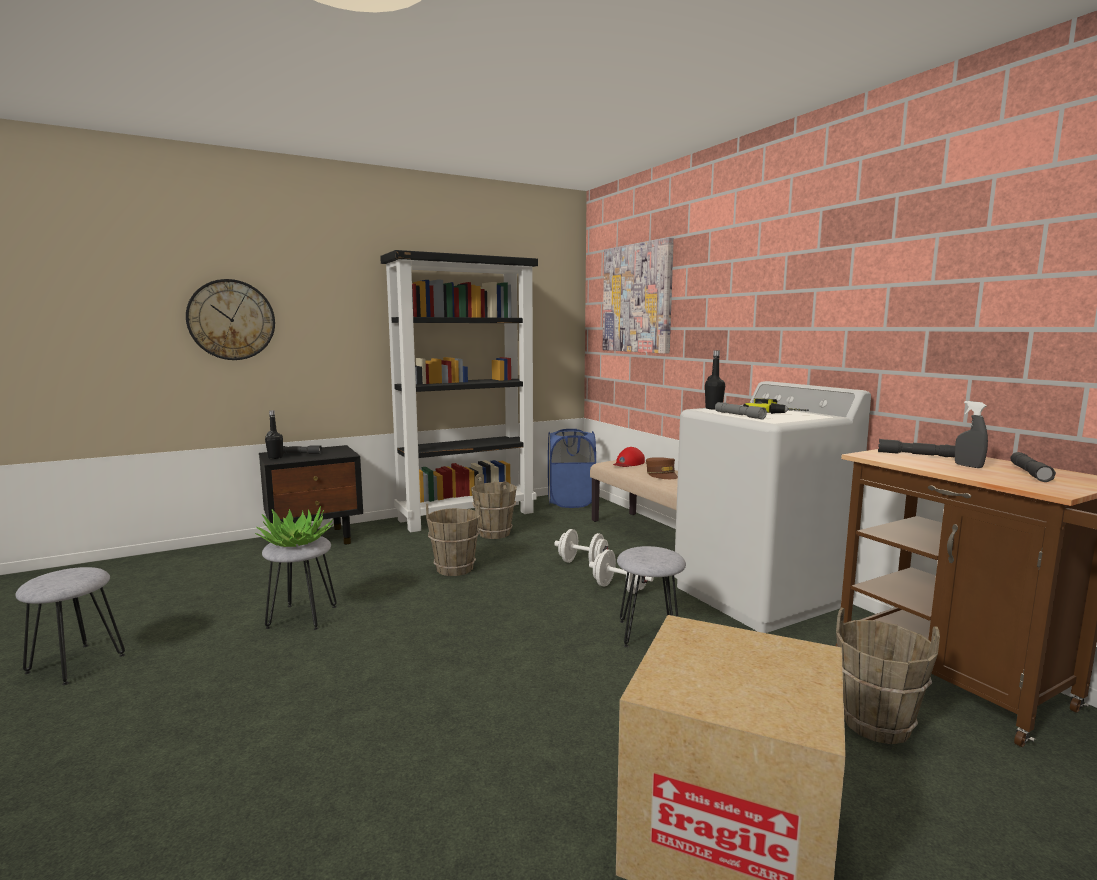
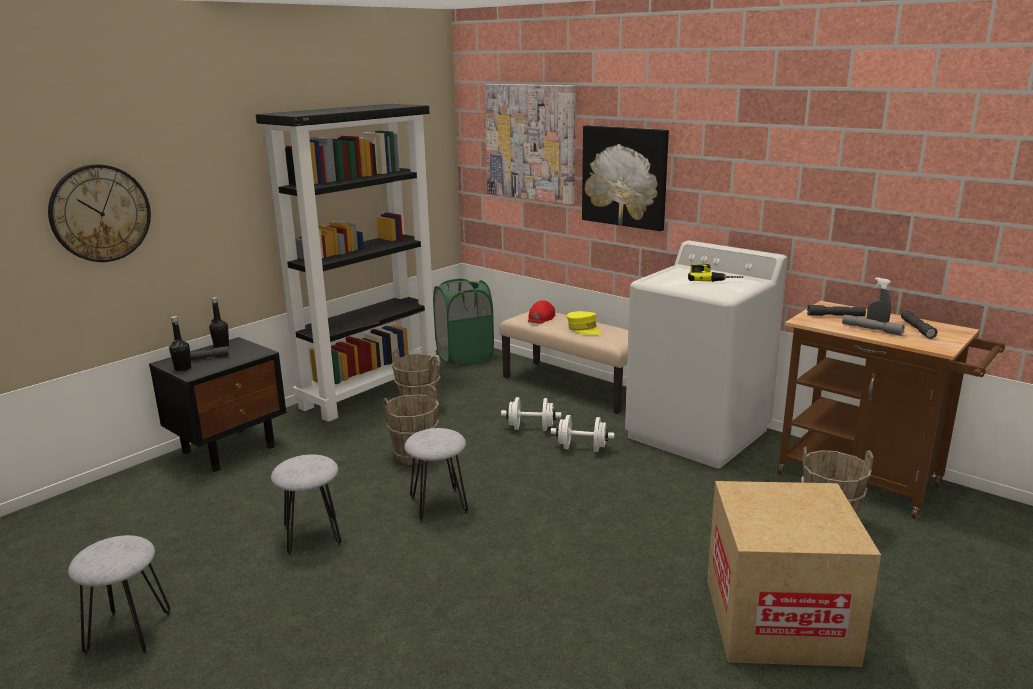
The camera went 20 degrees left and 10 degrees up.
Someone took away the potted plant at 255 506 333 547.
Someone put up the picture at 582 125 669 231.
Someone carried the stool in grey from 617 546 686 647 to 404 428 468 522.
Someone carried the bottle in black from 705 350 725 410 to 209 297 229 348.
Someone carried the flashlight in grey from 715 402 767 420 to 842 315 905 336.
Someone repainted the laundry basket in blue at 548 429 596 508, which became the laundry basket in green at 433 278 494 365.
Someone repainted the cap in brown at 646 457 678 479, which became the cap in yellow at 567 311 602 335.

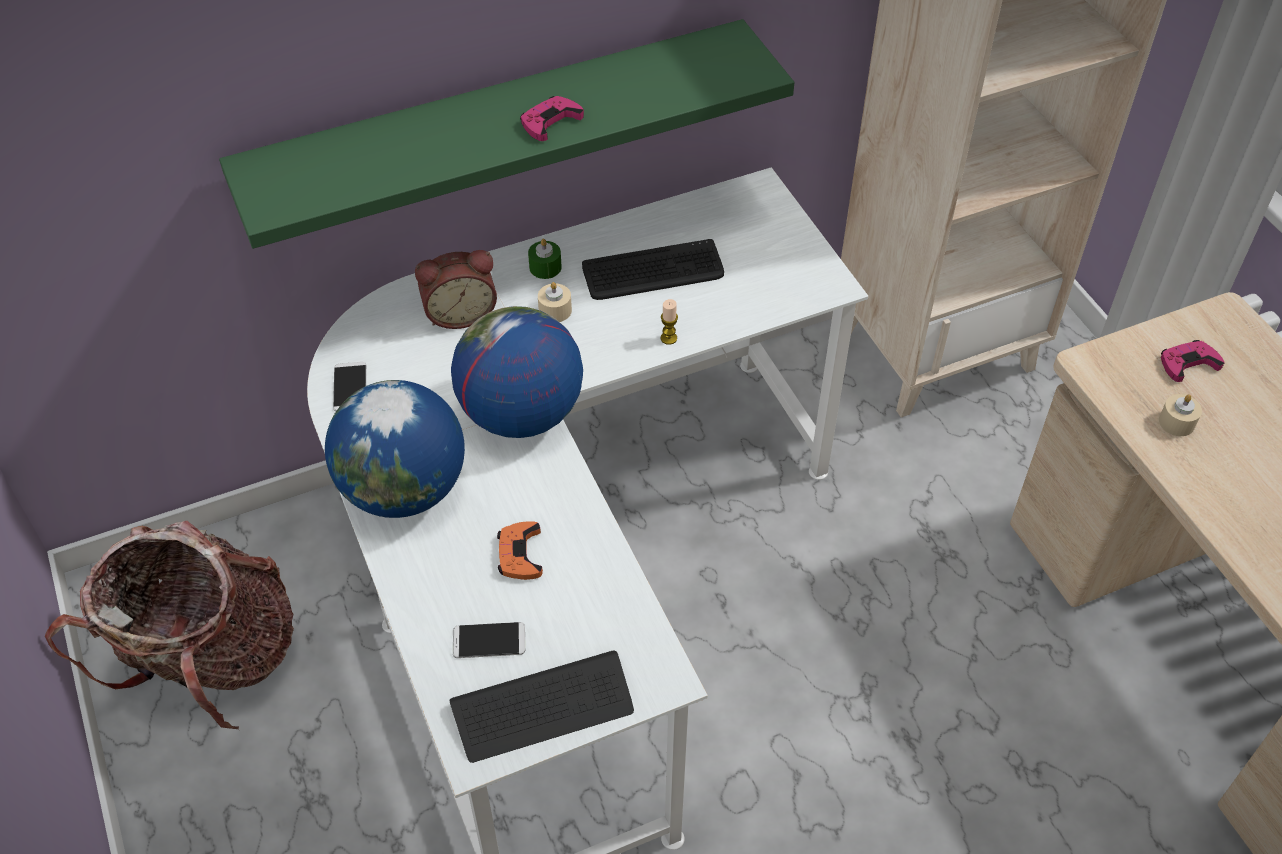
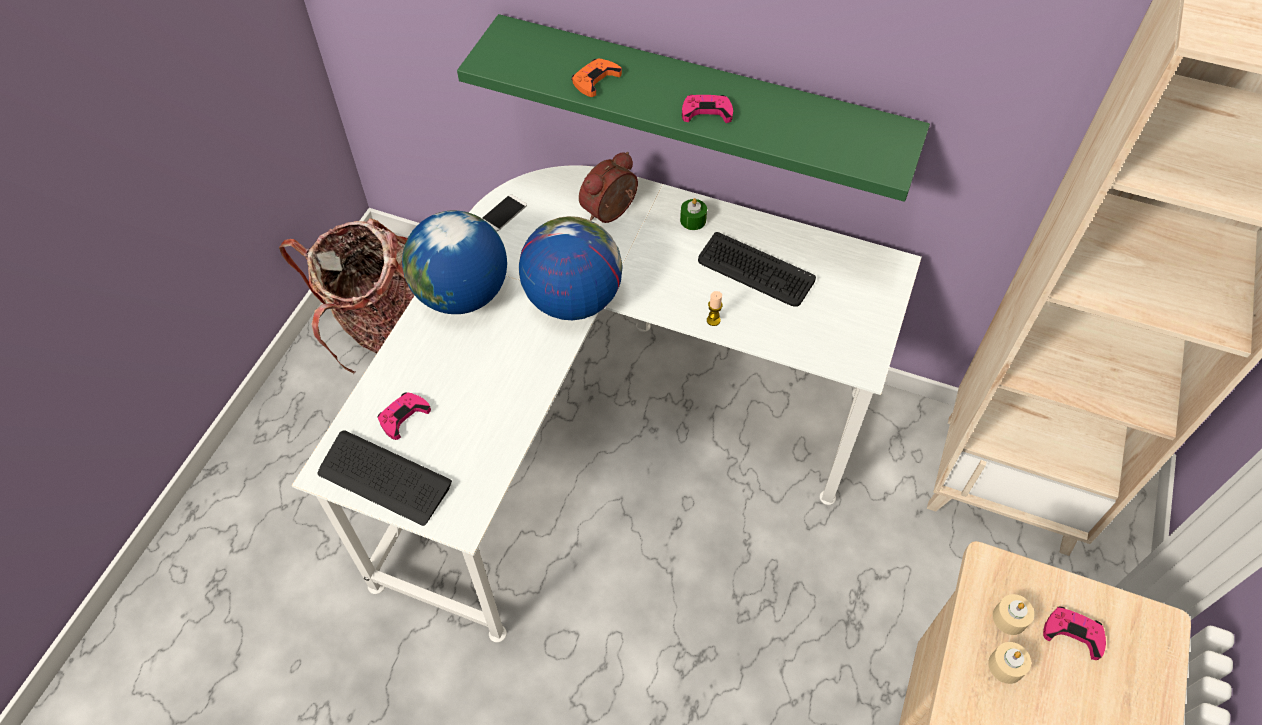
The camera went 45 degrees right and 5 degrees up.
Someone carried the game controller in orange from 497 521 543 580 to 572 58 622 97.
Someone carried the candle in beige from 538 282 572 322 to 993 594 1034 635.
Someone swapped the phone at 453 622 525 658 for the game controller in pink at 377 392 431 440.
Someone rotated the alarm clock at 415 250 497 329 by 105 degrees clockwise.

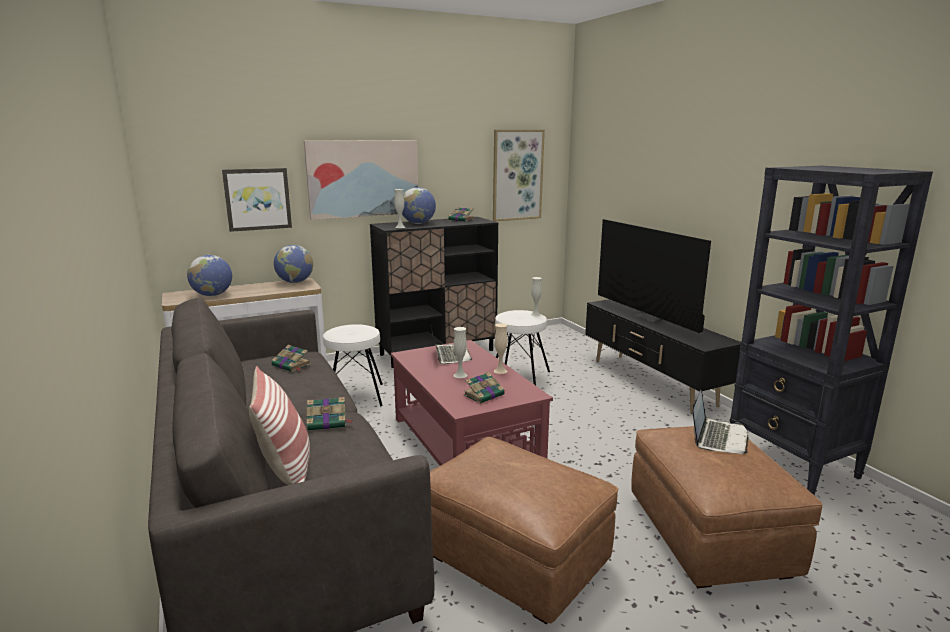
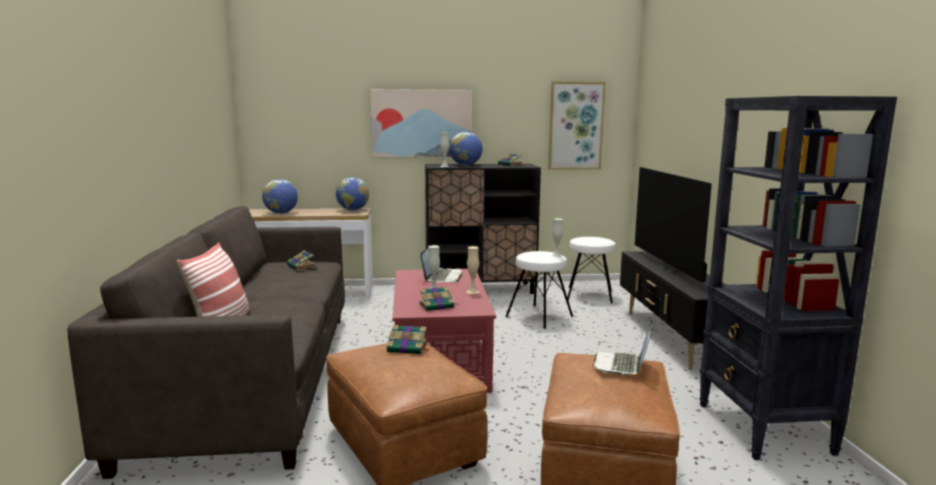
The camera went 20 degrees right and 5 degrees down.
Someone took away the picture at 222 168 292 232.
Someone carried the book from 307 397 353 431 to 387 325 430 354.
Someone carried the stool in white from 323 324 383 406 to 567 237 615 303.
Someone rotated the laptop at 693 390 749 454 by 150 degrees clockwise.

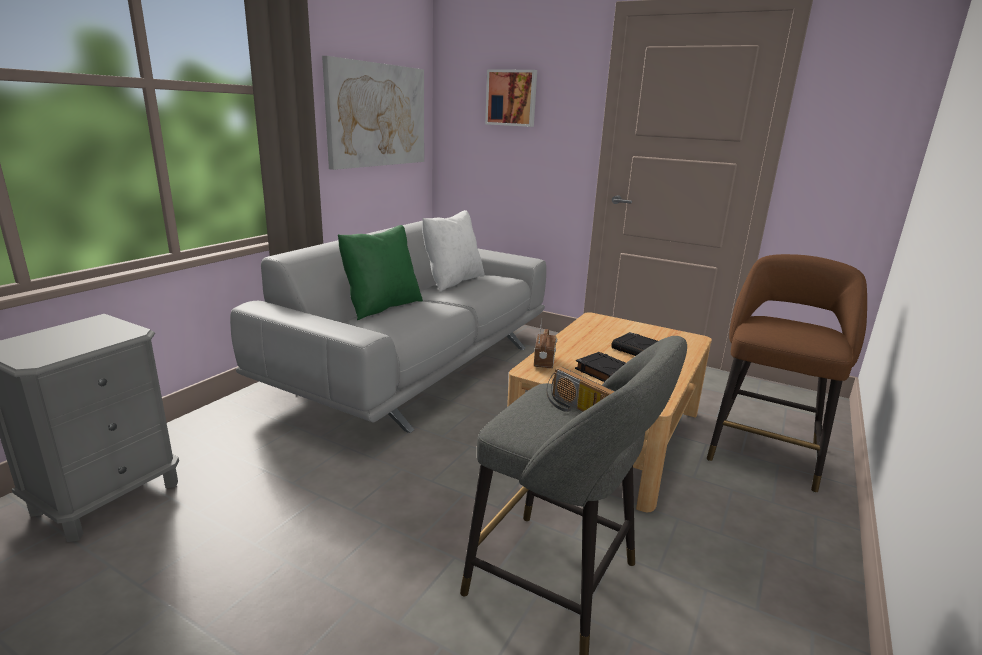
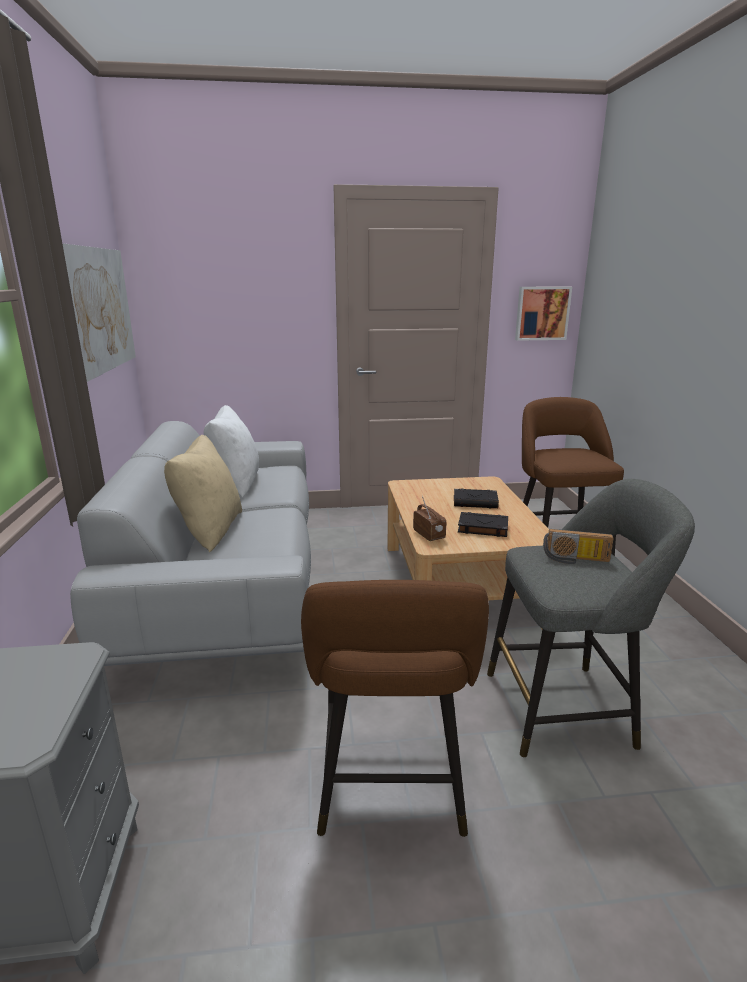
The camera went 35 degrees left and 0 degrees up.
Someone put down the stool in brown at 301 580 489 837.
Someone carried the picture from 485 69 537 127 to 515 287 572 341.
Someone repainted the pillow in green at 338 225 423 320, which became the pillow in beige at 164 435 242 552.

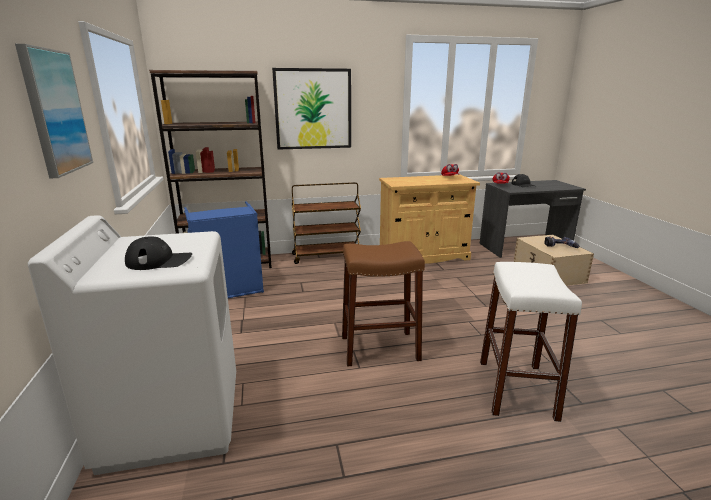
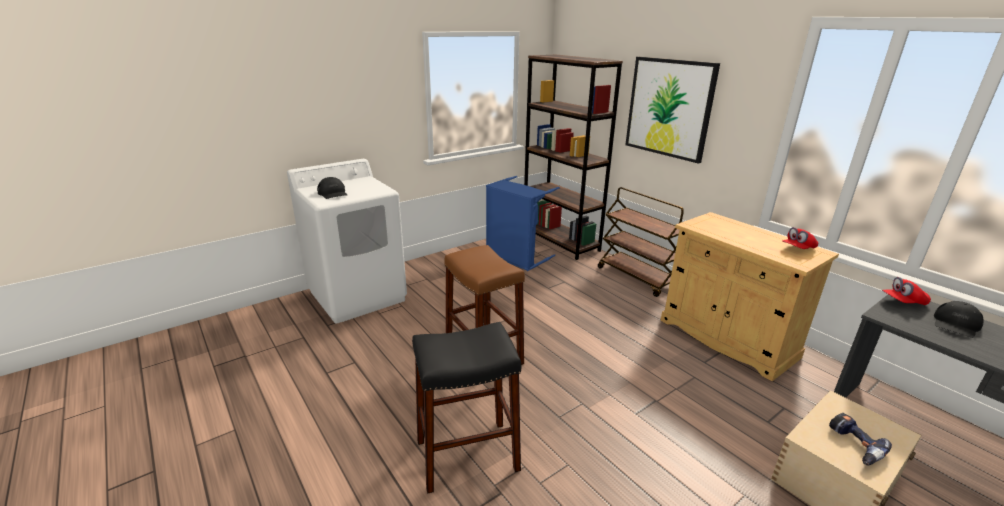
The camera went 65 degrees right and 5 degrees up.
Someone took away the picture at 15 44 93 179.
Someone repainted the stool in white at 480 262 582 422, which became the stool in black at 412 322 521 494.

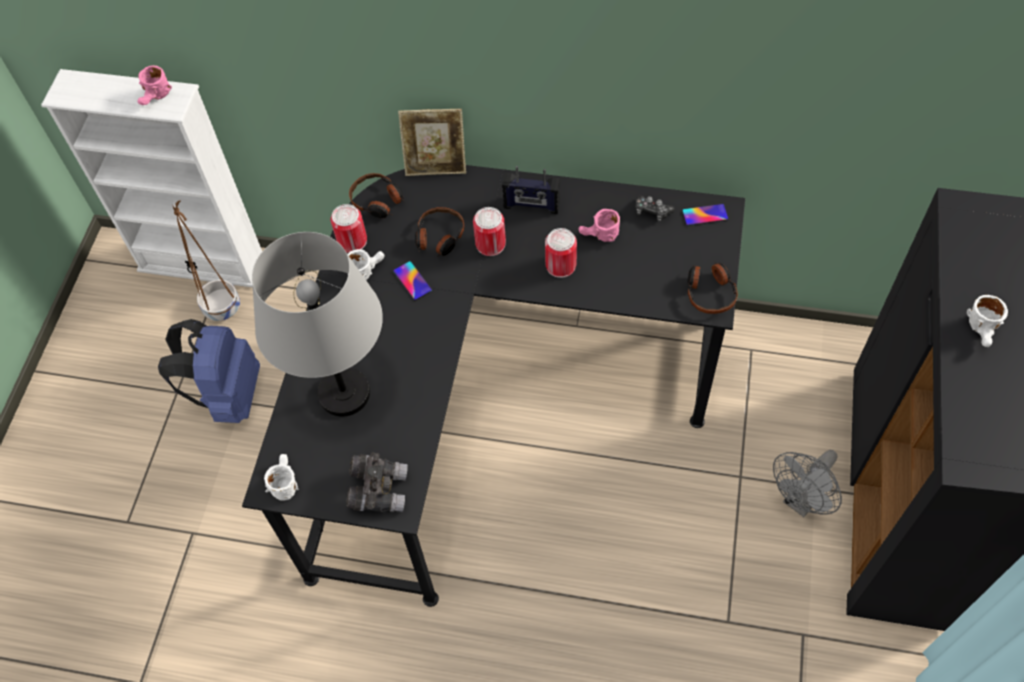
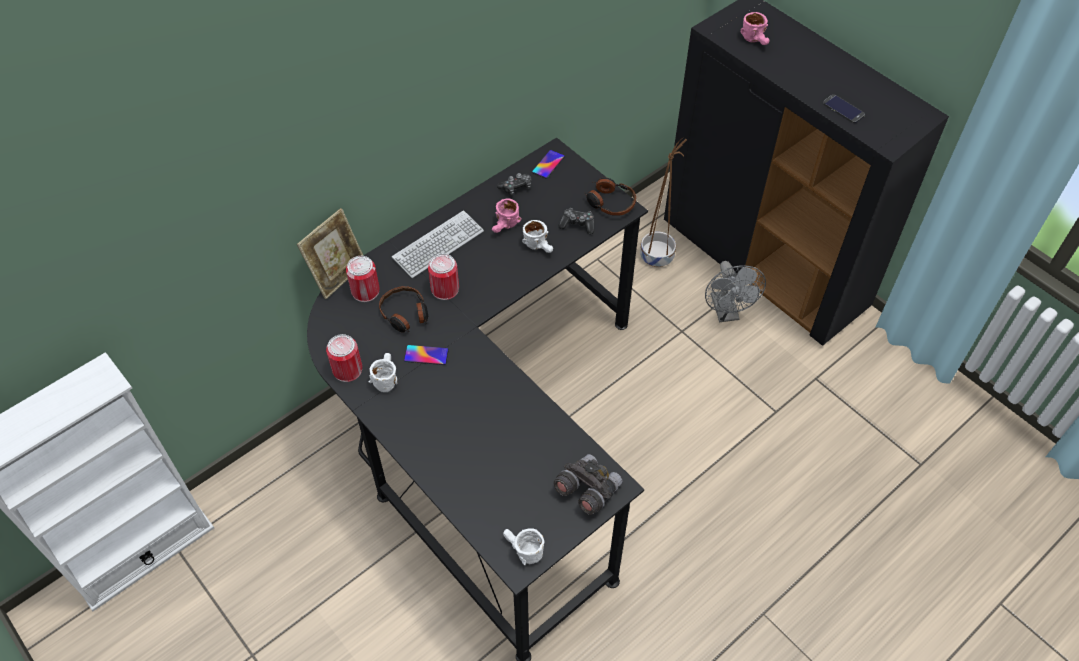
The camera went 55 degrees left and 5 degrees down.
Someone took away the backpack in blue at 158 319 260 423.
Someone took away the table lamp in grey at 252 232 383 417.
Someone took away the headphones at 349 173 405 218.
Someone put down the game controller at 558 208 594 234.
Someone put down the phone at 823 95 865 123.
Someone carried the mug in pink from 138 65 172 105 to 741 12 769 45.
Someone carried the planter in brown from 173 201 240 321 to 640 137 687 267.
Someone carried the can from 545 228 577 278 to 346 256 380 302.
Someone carried the mug in white from 967 295 1008 347 to 522 220 553 253.
Someone swapped the radio at 502 166 560 214 for the keyboard at 392 211 484 278.

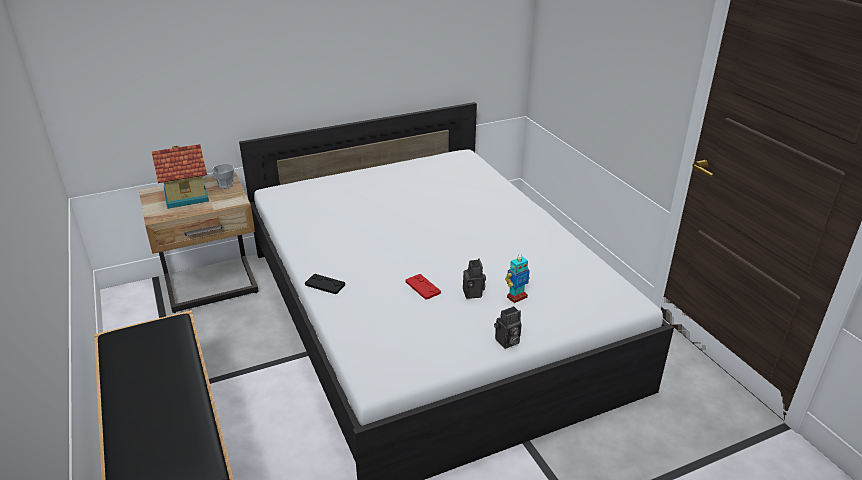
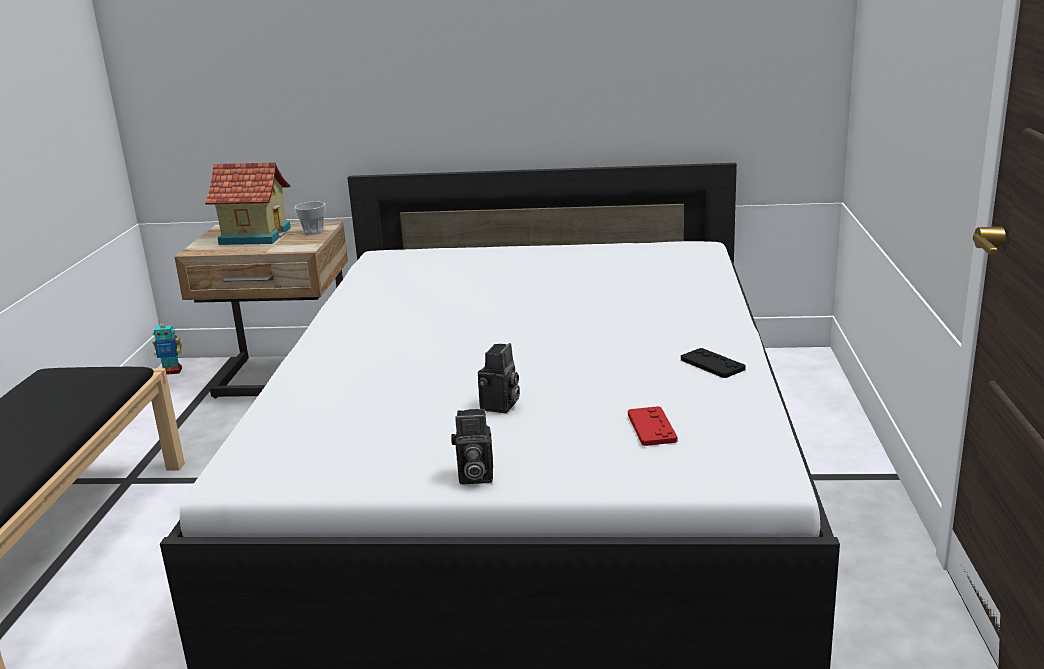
The camera went 30 degrees right and 10 degrees down.
Someone carried the game controller in black from 305 274 345 294 to 681 348 746 378.
Someone carried the game controller in red from 406 274 441 300 to 628 406 678 446.
Someone carried the toy robot from 505 253 530 303 to 152 319 182 375.

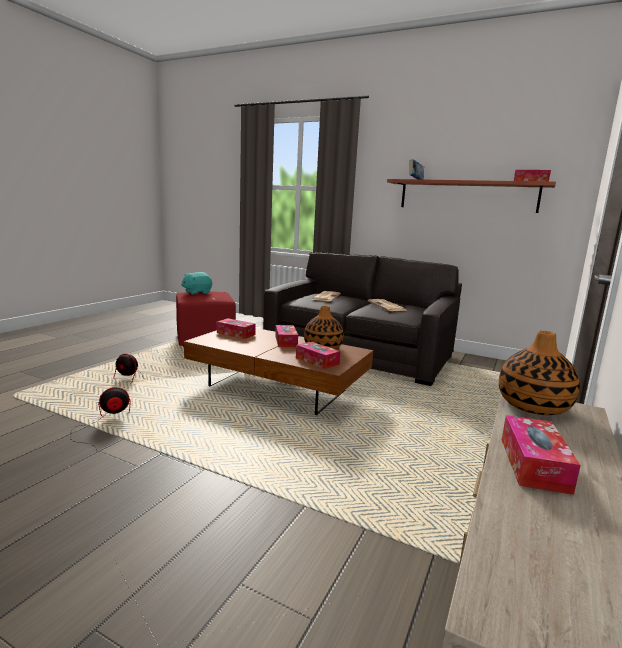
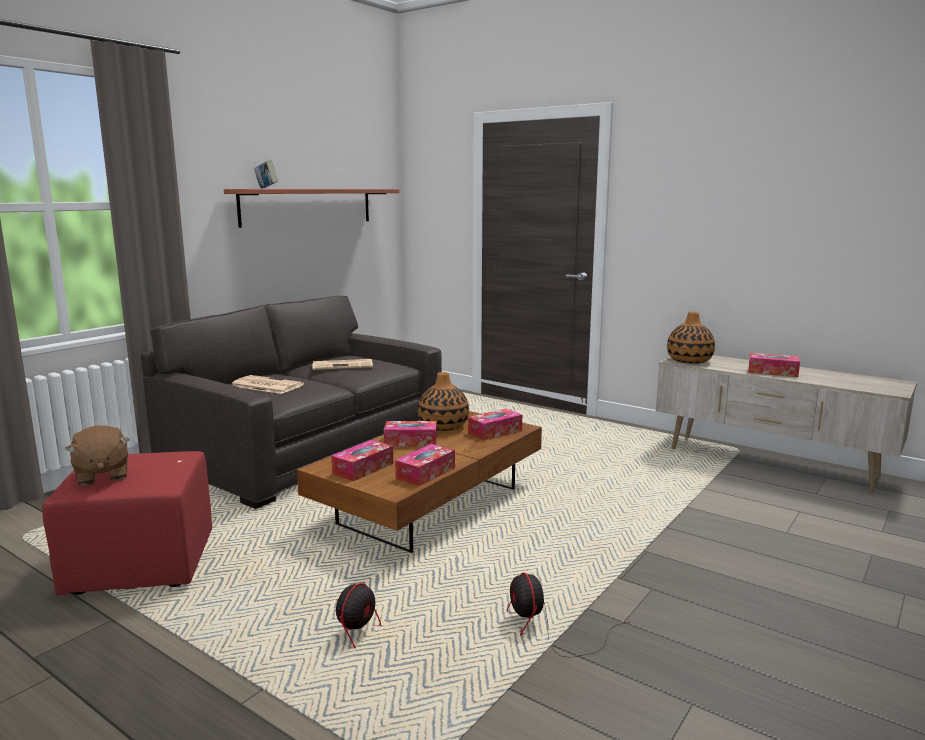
The camera went 80 degrees left and 0 degrees up.
Someone carried the tissue box from 514 170 551 182 to 395 444 455 486.
Someone repainted the plush toy in turquoise at 181 272 212 295, which became the plush toy in brown at 65 425 130 486.

